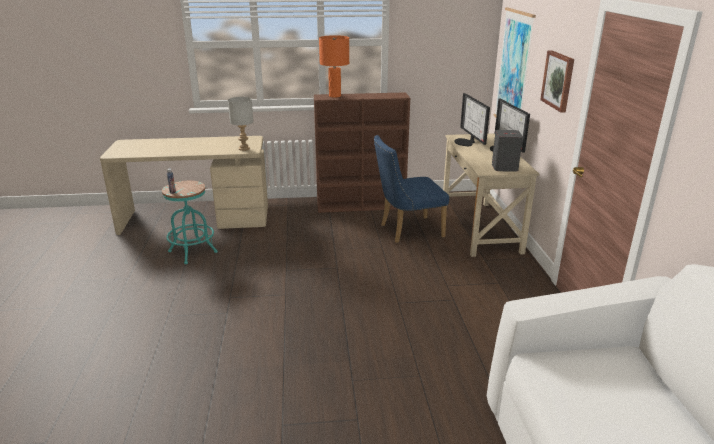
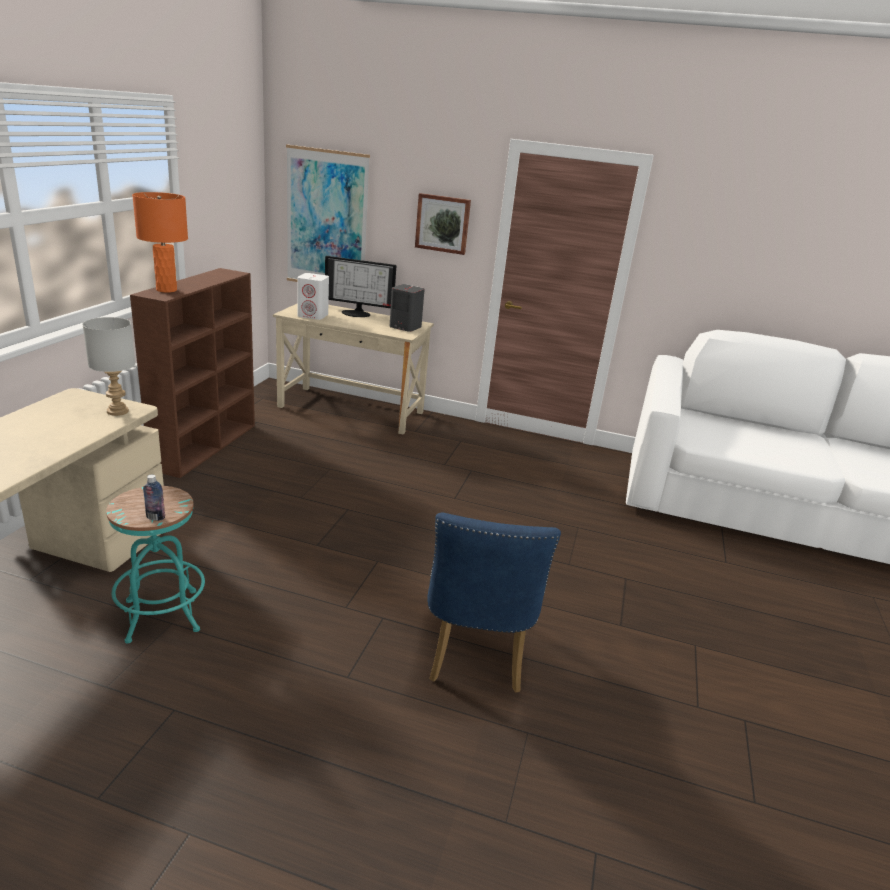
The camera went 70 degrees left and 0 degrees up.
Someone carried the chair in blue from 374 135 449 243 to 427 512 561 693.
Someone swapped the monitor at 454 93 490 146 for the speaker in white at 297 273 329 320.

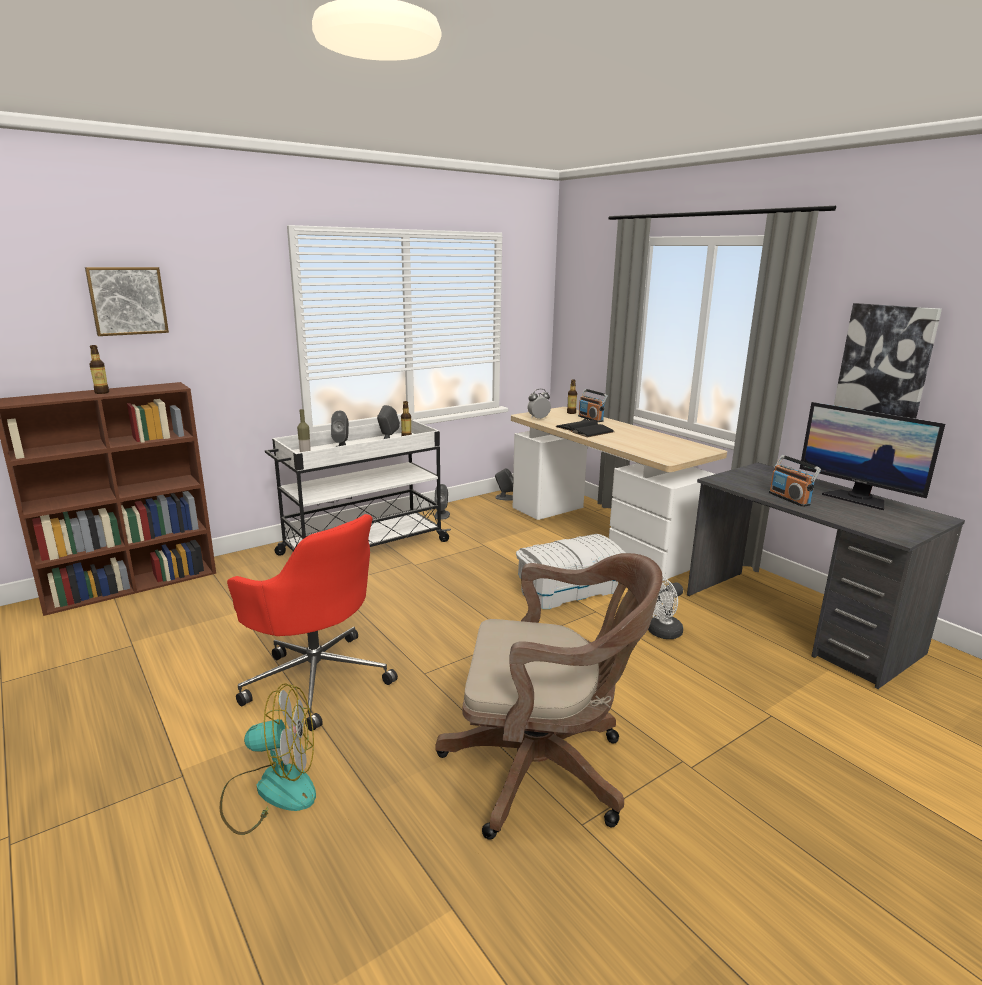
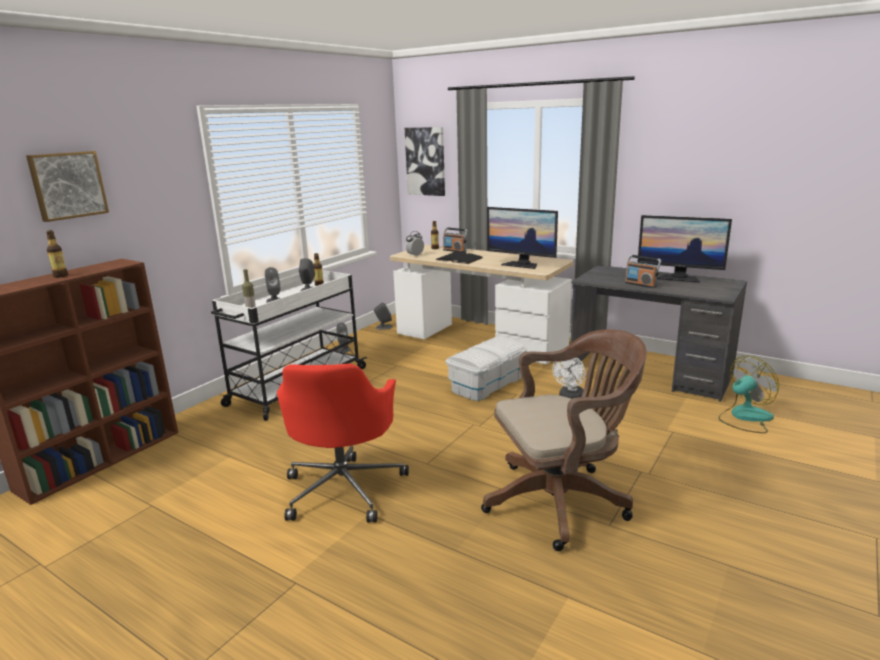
The camera went 20 degrees left and 0 degrees up.
Someone put down the monitor at 487 207 558 269.
Someone carried the fan from 220 683 316 835 to 718 356 779 433.
Someone carried the picture from 834 303 942 419 to 405 127 445 196.
Someone rotated the office chair in red at 227 514 398 731 by 75 degrees clockwise.

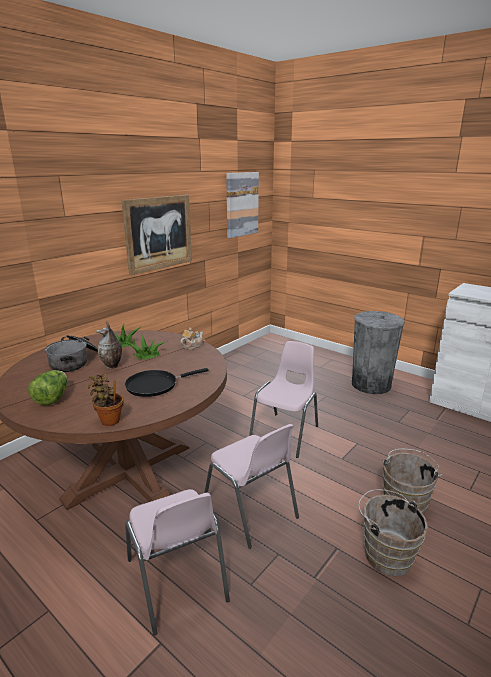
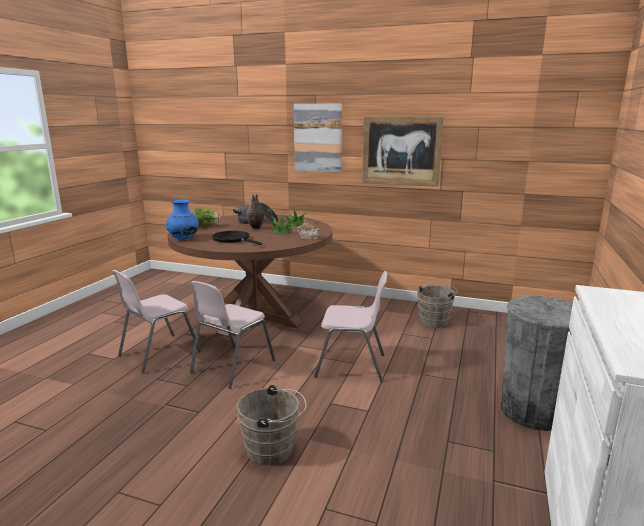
The camera went 70 degrees right and 5 degrees down.
Someone carried the picture from 226 172 259 238 to 294 104 342 173.
Someone carried the bucket in brown from 358 489 428 577 to 417 283 458 328.
Someone swapped the potted plant at 88 374 124 426 for the vase in blue at 166 199 199 240.

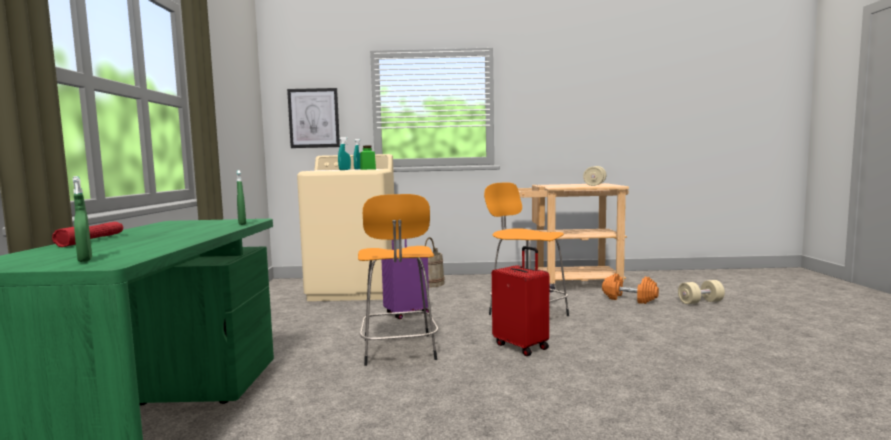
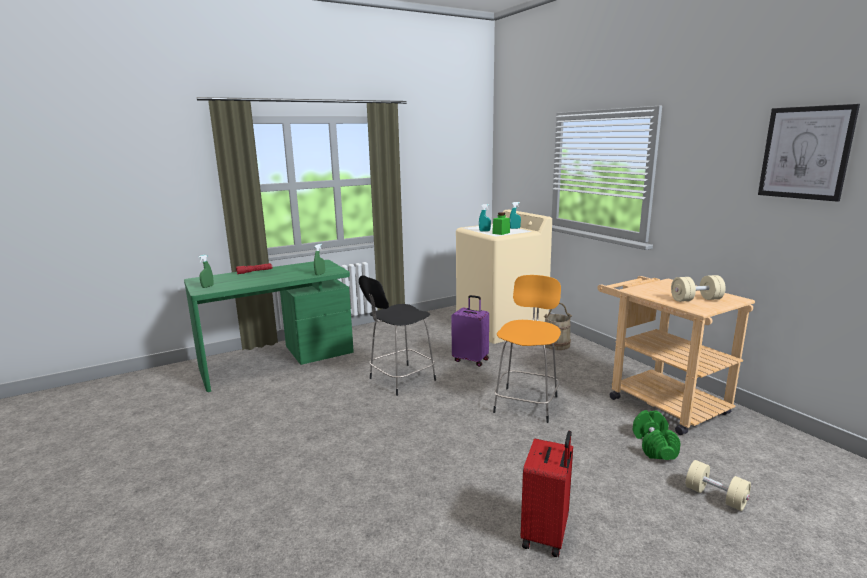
The camera went 60 degrees right and 10 degrees up.
Someone carried the picture from 287 88 340 148 to 758 104 860 202.
Someone carried the suitcase in red from 492 246 549 356 to 521 431 573 557.
Someone repainted the stool in orange at 358 194 438 366, which became the stool in black at 359 275 436 396.
Someone repainted the dumbbell in orange at 602 273 659 304, which became the dumbbell in green at 633 410 681 460.

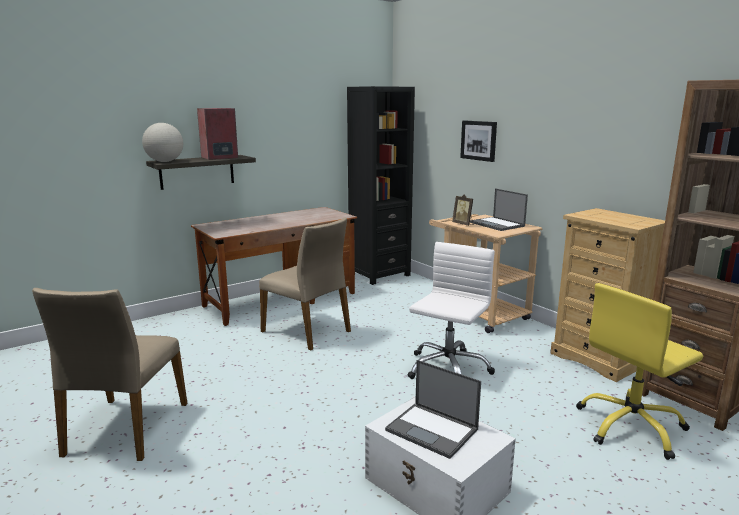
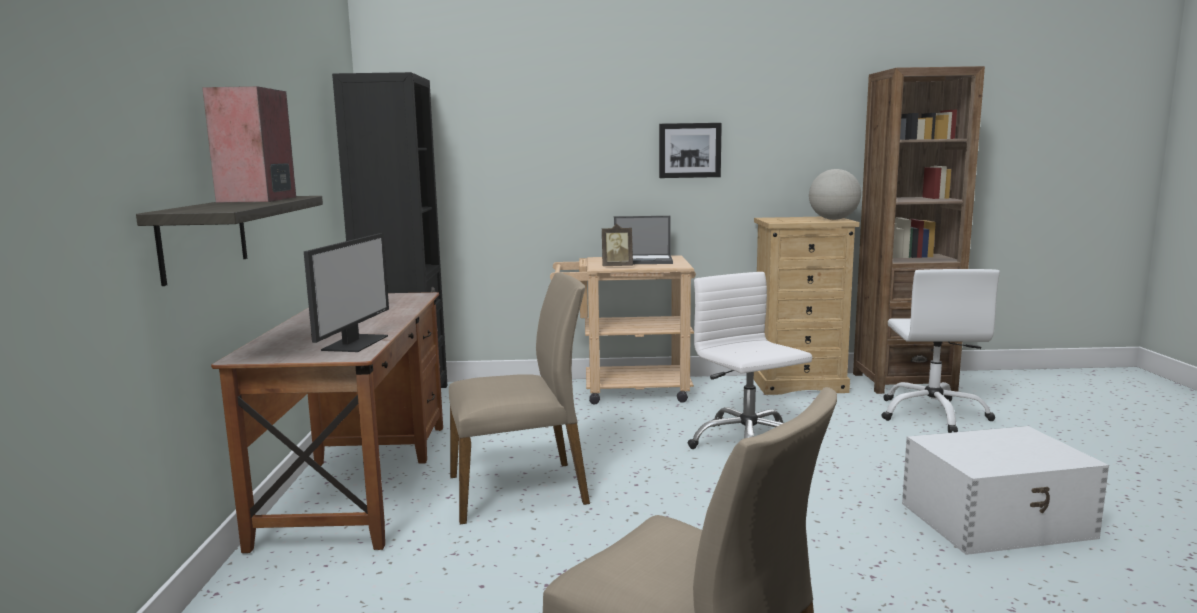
The camera went 55 degrees left and 5 degrees down.
Someone took away the laptop at 385 360 481 459.
Someone put down the monitor at 304 233 389 352.
Someone carried the globe from 142 123 183 162 to 809 169 861 220.
Someone carried the picture from 460 120 497 162 to 659 123 722 178.
Someone repainted the office chair in yellow at 576 283 703 460, which became the office chair in white at 882 269 1000 433.

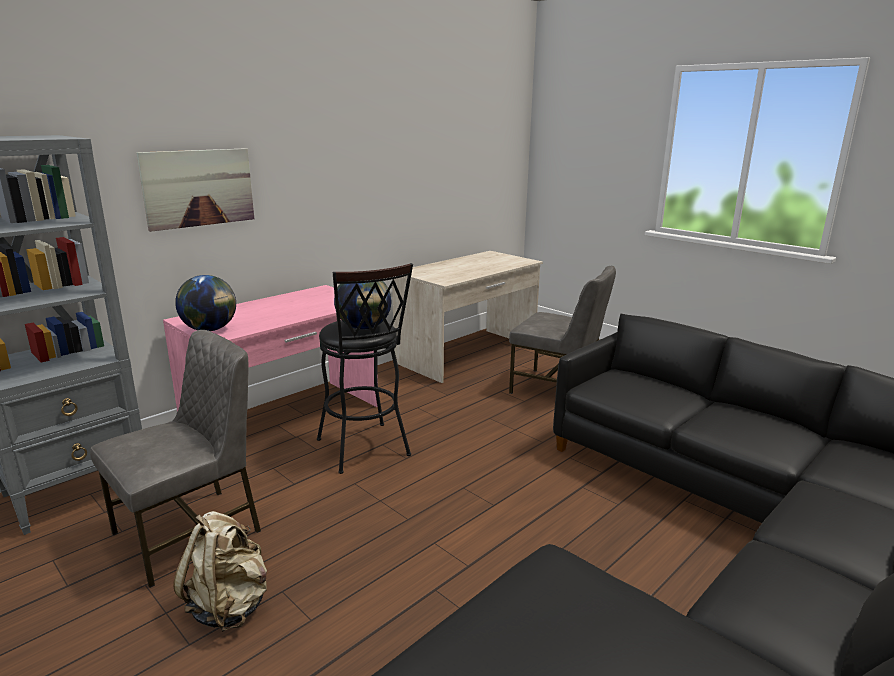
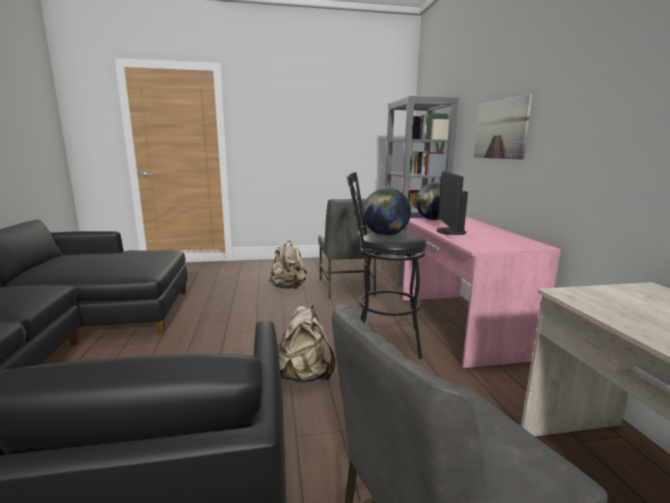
The camera went 125 degrees right and 5 degrees down.
Someone put down the backpack in beige at 278 305 335 383.
Someone put down the monitor at 436 171 468 235.

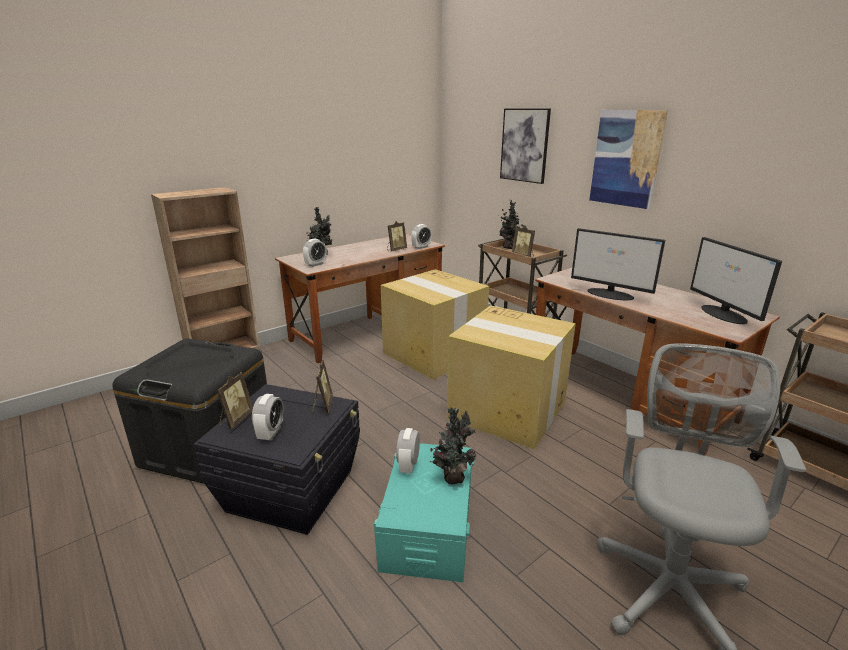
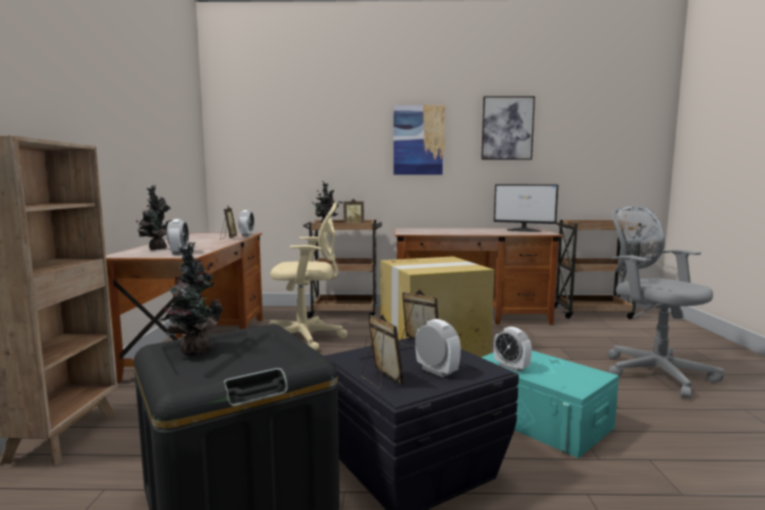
The camera went 50 degrees left and 15 degrees down.
Someone took away the monitor at 571 228 665 300.
Someone carried the potted plant from 430 407 477 484 to 159 242 223 355.
Someone carried the picture from 500 109 551 184 to 481 96 535 160.
Someone swapped the cardboard box at 381 269 489 380 for the office chair in beige at 268 203 347 350.

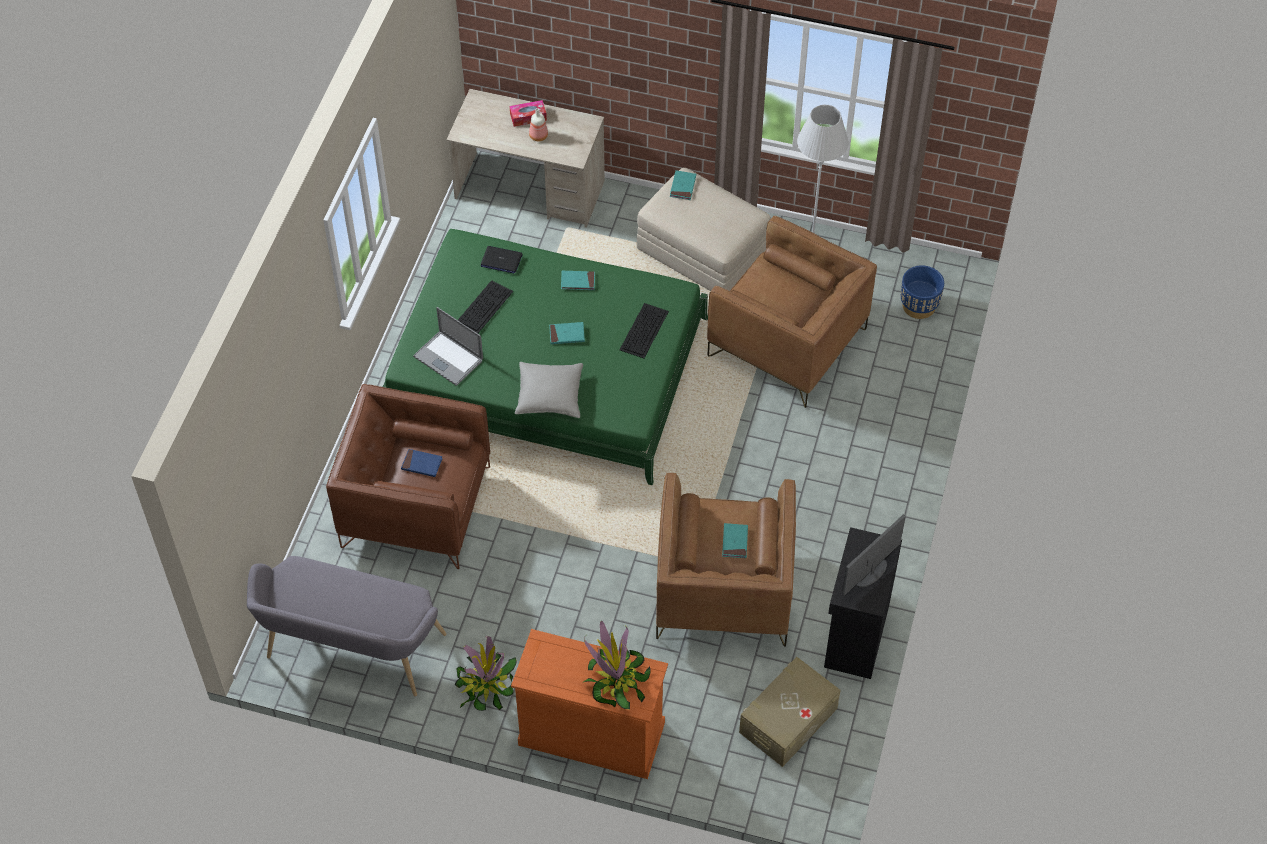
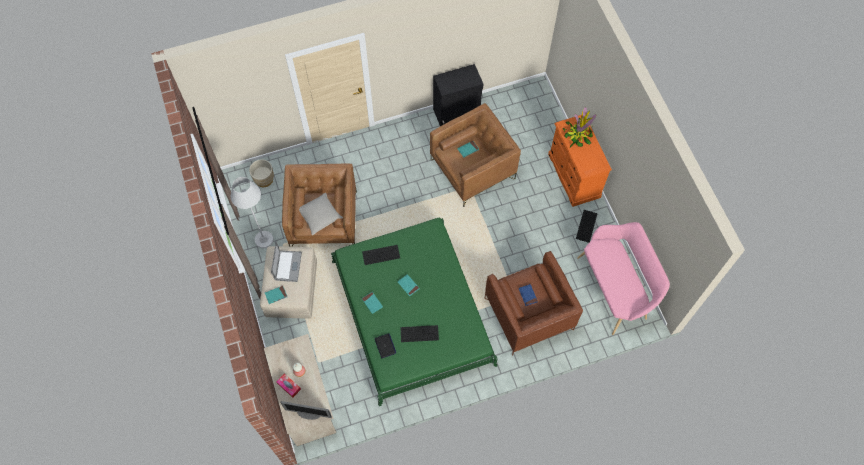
The camera went 125 degrees left and 10 degrees up.
Someone took away the storage box in beige at 739 657 841 767.
Someone carried the laptop from 413 307 483 386 to 271 241 302 282.
Someone carried the pillow in grey from 515 362 583 418 to 299 193 343 235.
Someone carried the monitor from 842 515 906 596 to 281 401 332 420.
Someone swapped the potted plant at 454 636 517 711 for the keyboard at 576 210 598 243.
Someone repainted the bench in grey at 247 556 446 696, which became the bench in pink at 577 222 670 335.
Someone repainted the planter in blue at 901 265 944 319, which became the planter in beige at 249 159 274 187.

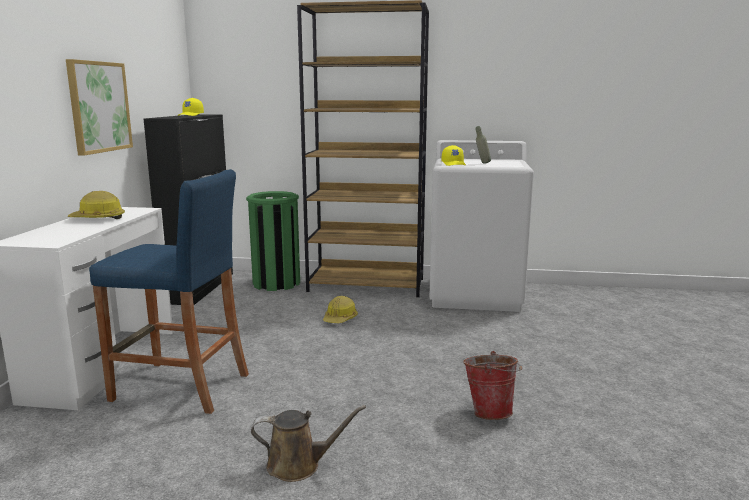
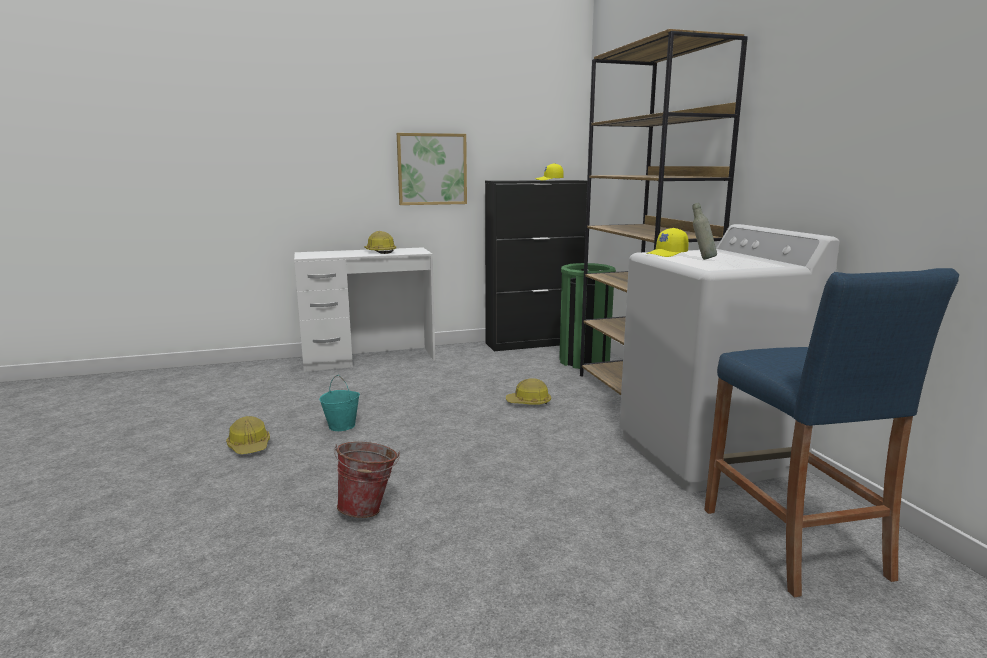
The camera went 65 degrees right and 0 degrees up.
Someone put down the bucket in turquoise at 319 375 360 431.
Someone carried the stool in blue from 89 169 249 414 to 704 268 959 597.
Someone swapped the watering can in brown at 251 405 366 482 for the hard hat at 226 416 270 454.

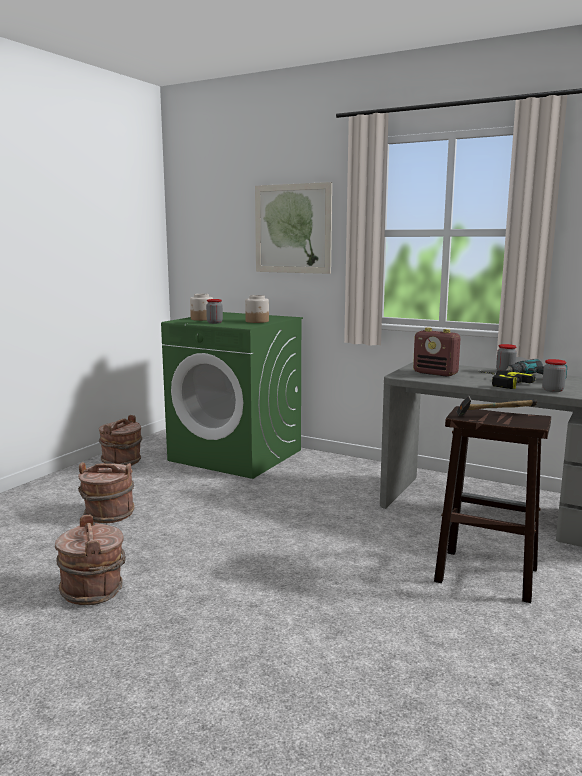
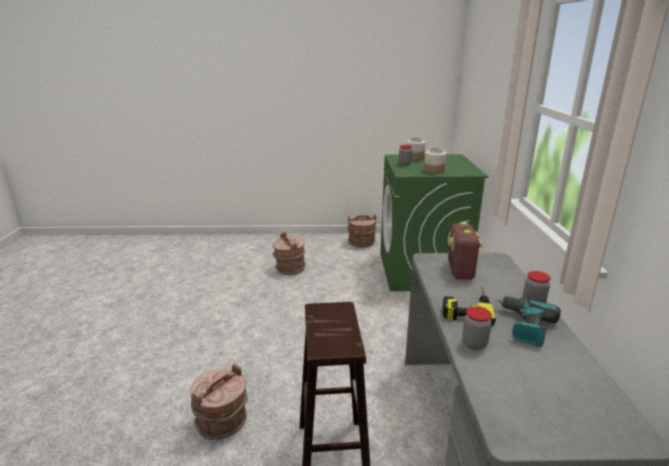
The camera went 60 degrees right and 10 degrees up.
Someone took away the picture at 255 182 332 274.
Someone took away the hammer at 457 396 537 416.
Someone carried the bucket in brown from 55 515 126 605 to 190 364 247 440.

